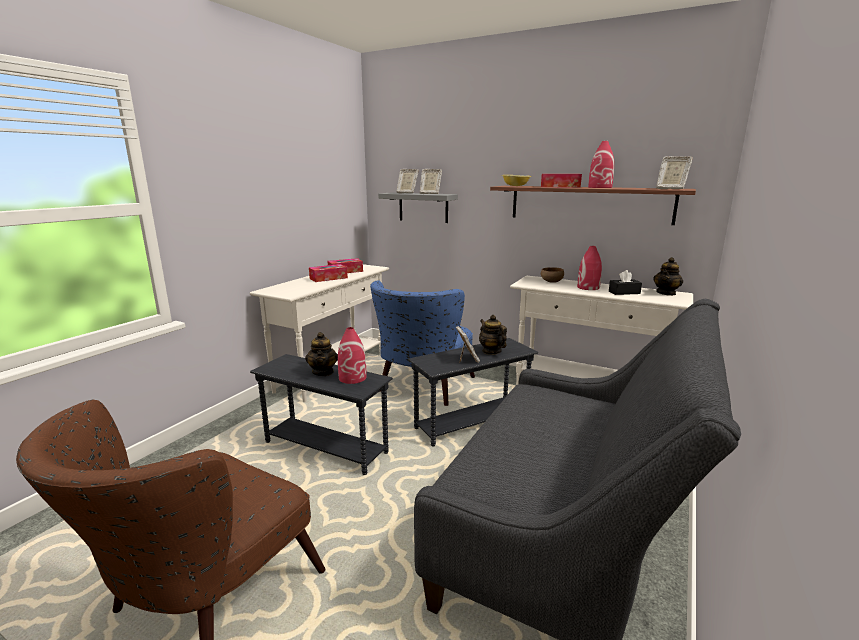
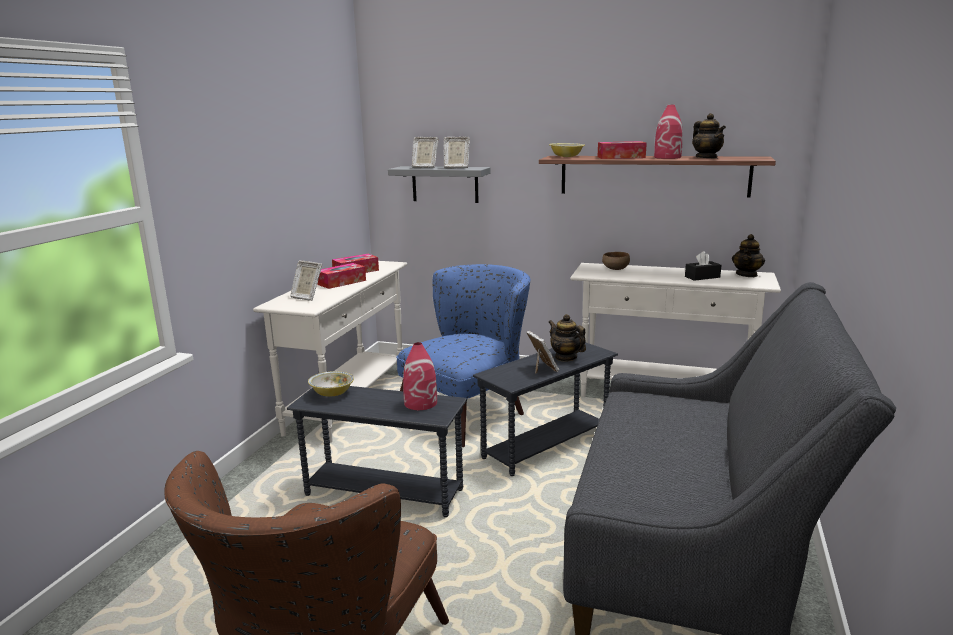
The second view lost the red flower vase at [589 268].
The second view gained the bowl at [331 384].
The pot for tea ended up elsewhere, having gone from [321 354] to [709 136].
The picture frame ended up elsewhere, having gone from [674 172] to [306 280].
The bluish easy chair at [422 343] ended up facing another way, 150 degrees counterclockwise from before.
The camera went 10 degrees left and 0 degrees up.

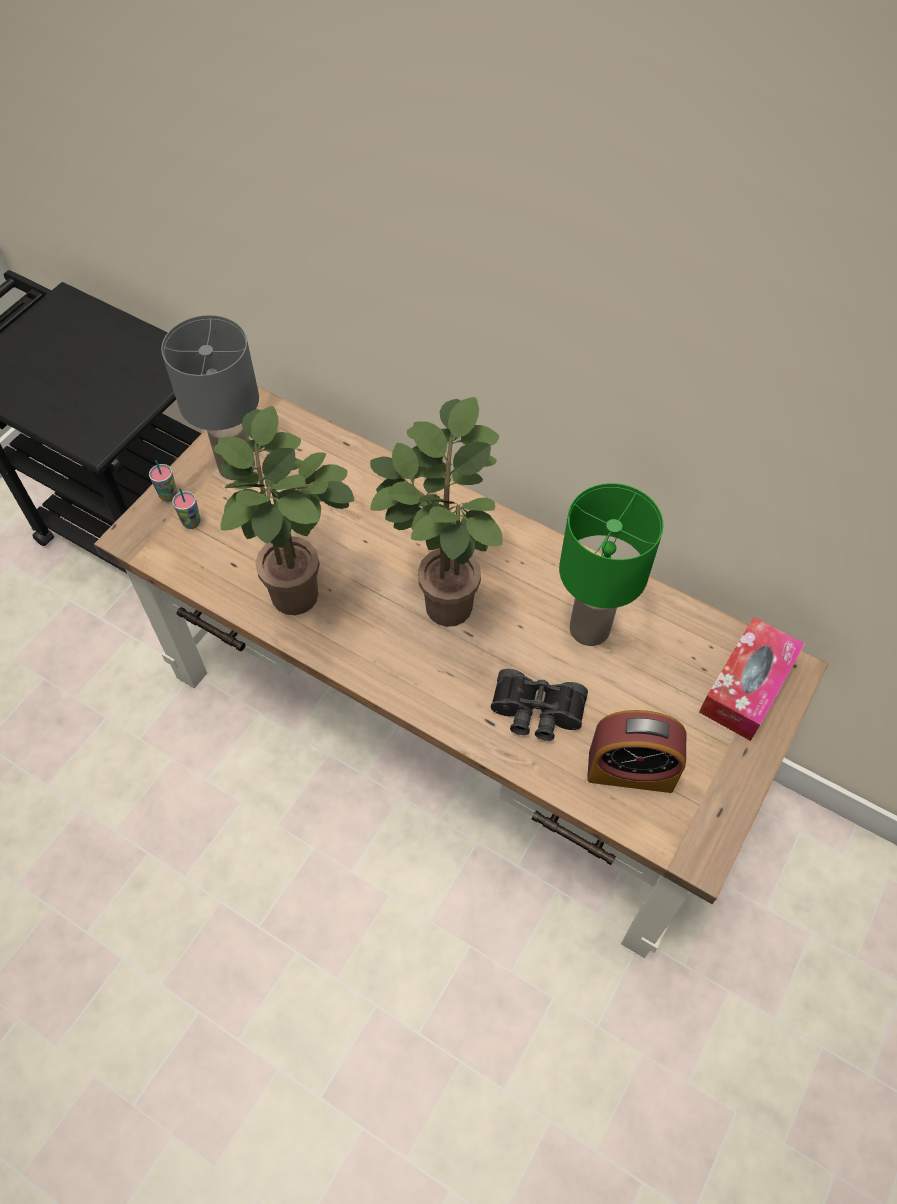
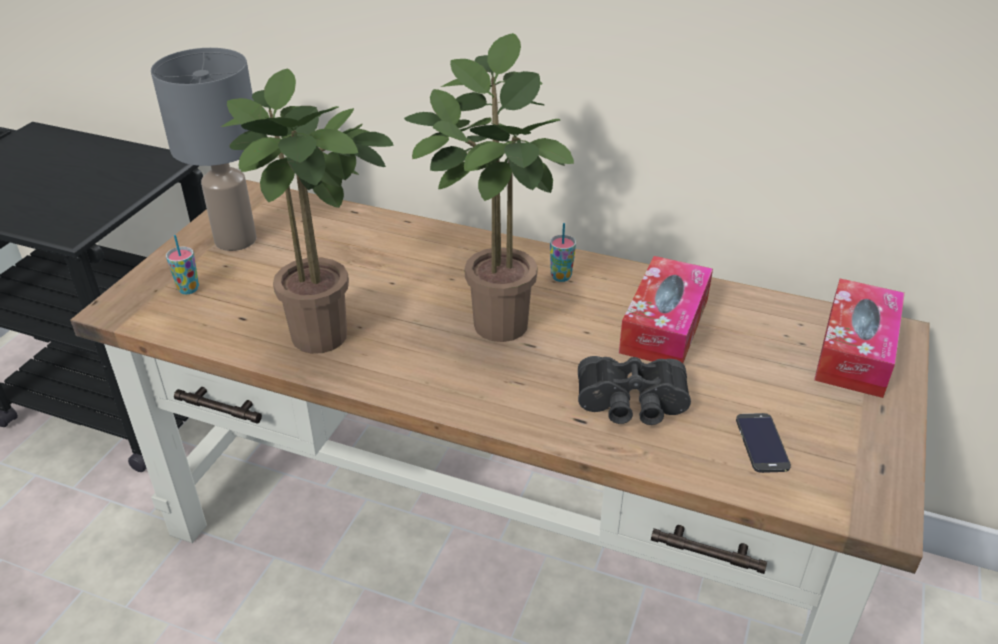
The drinking cup ended up elsewhere, having gone from [163 481] to [563 252].
Where the green lamp for a table stood at [611 564], the box of tissues came to stand at [666 309].
Where the table clock stood at [636 751], the telephone came to stand at [763 443].
The camera went 10 degrees left and 20 degrees down.

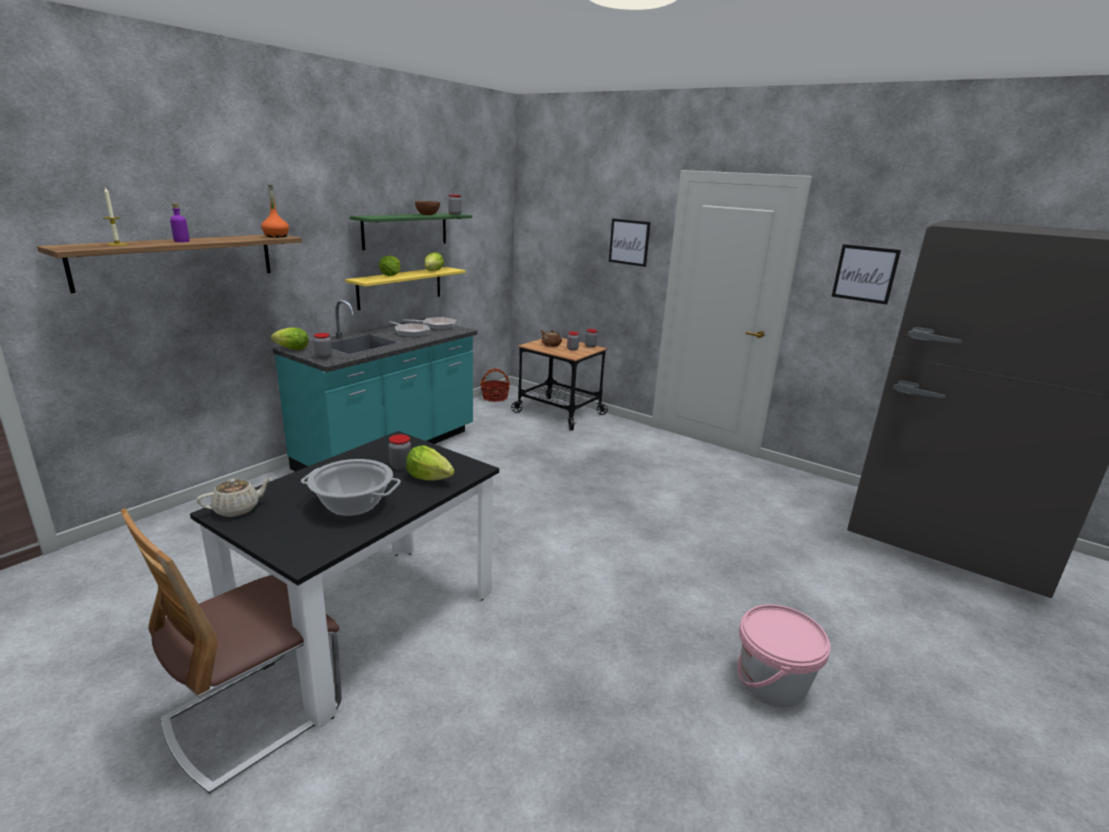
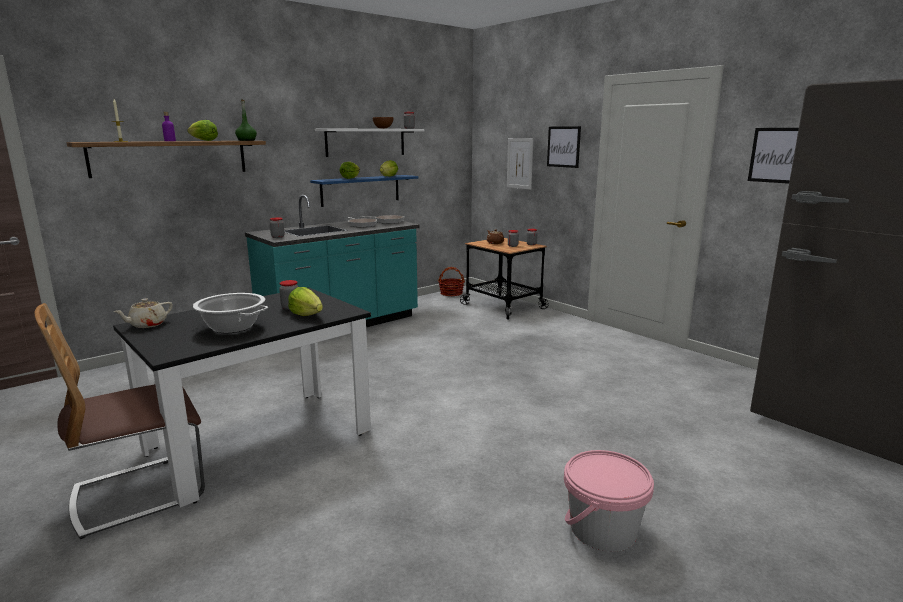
The second view gained the wall art at [520 164].
The lettuce head ended up elsewhere, having gone from [290 339] to [202 130].
What was the orange-coloured drink bottle at [275 211] turned into the green drink bottle at [246 120].
What was the yellow wall shelf at [405 288] turned into the bluish wall shelf at [364 191].
What was the green wall shelf at [411 231] turned into the white-coloured wall shelf at [369 142].
The sand-coloured pot for tea at [234 497] ended up facing another way, 150 degrees clockwise from before.
The camera went 15 degrees right and 5 degrees down.

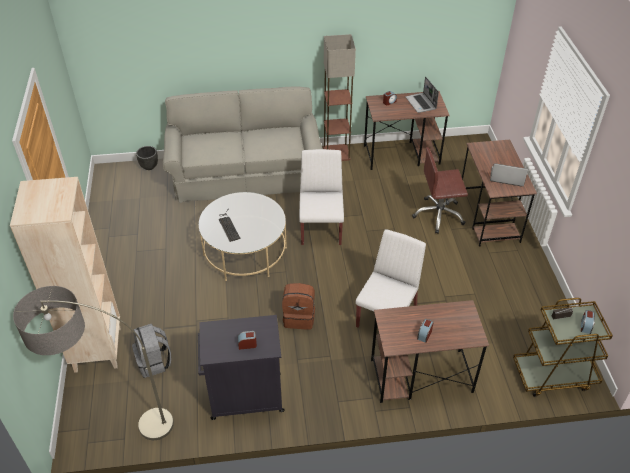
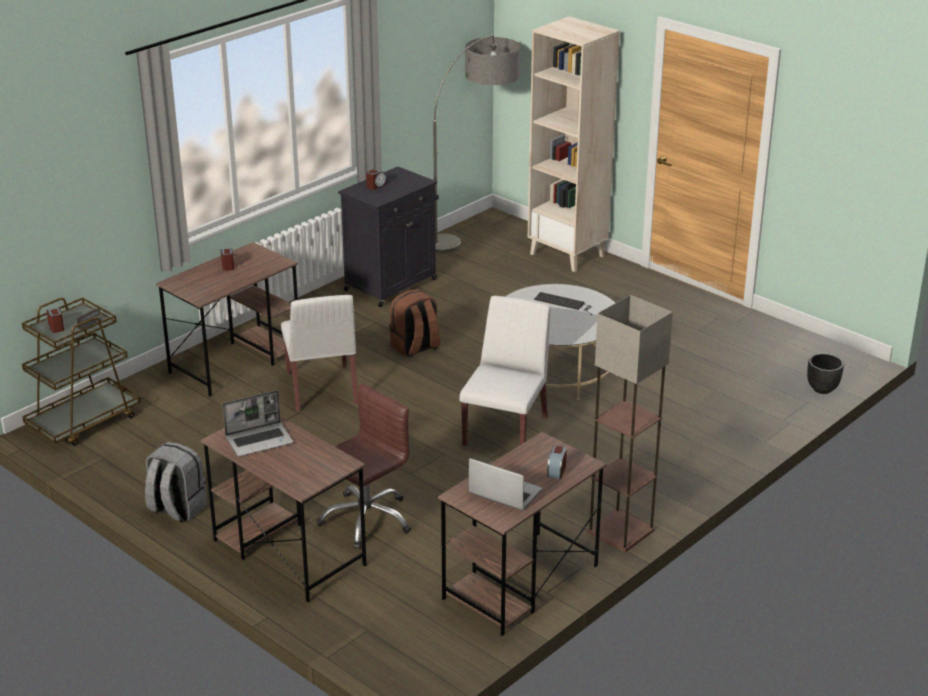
The second view lost the greyish settee at [243 145].
The greyish rucksack ended up elsewhere, having gone from [151 351] to [176 482].
The white-coloured upright chair at [321 197] ended up facing another way, 120 degrees counterclockwise from before.
The camera went 140 degrees right and 15 degrees down.

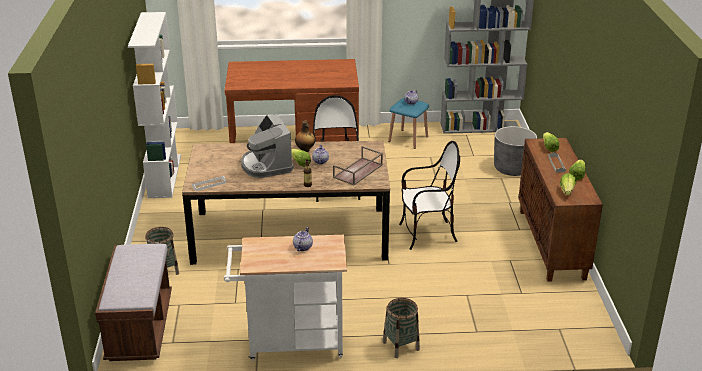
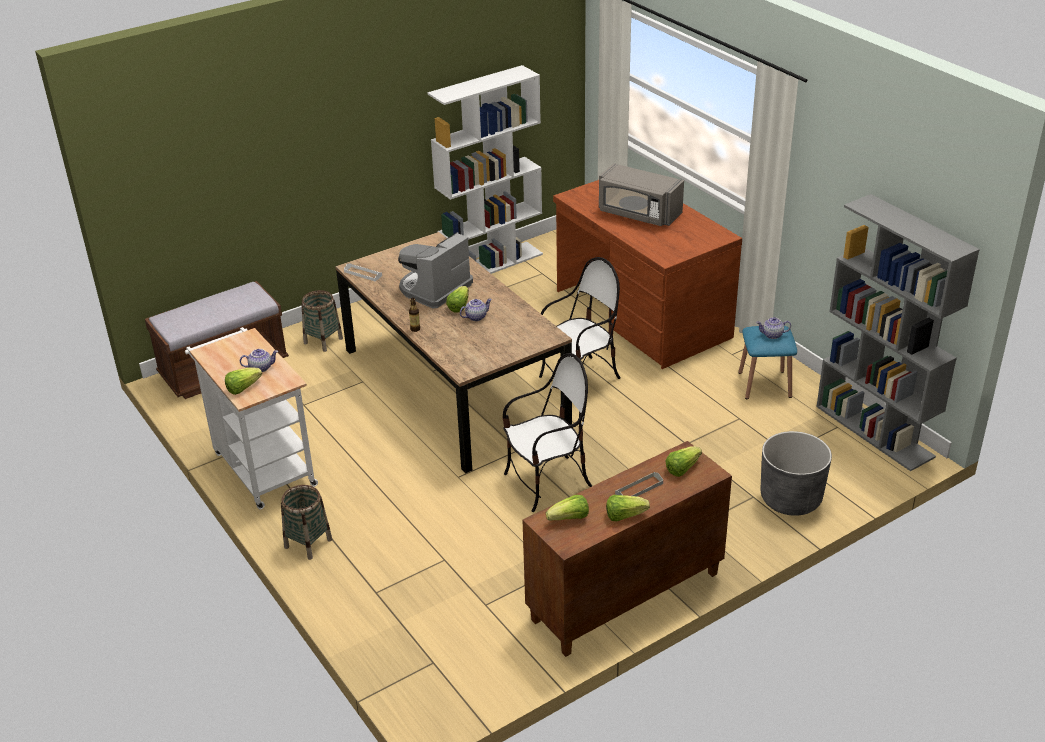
The second view lost the drink bottle at [305 136].
The second view lost the brown-coloured tray at [358 166].
The second view gained the lettuce head at [243 381].
The second view gained the greyish microwave at [641 194].
The upright chair at [429 195] ended up facing another way, 75 degrees counterclockwise from before.
The camera went 60 degrees right and 5 degrees up.

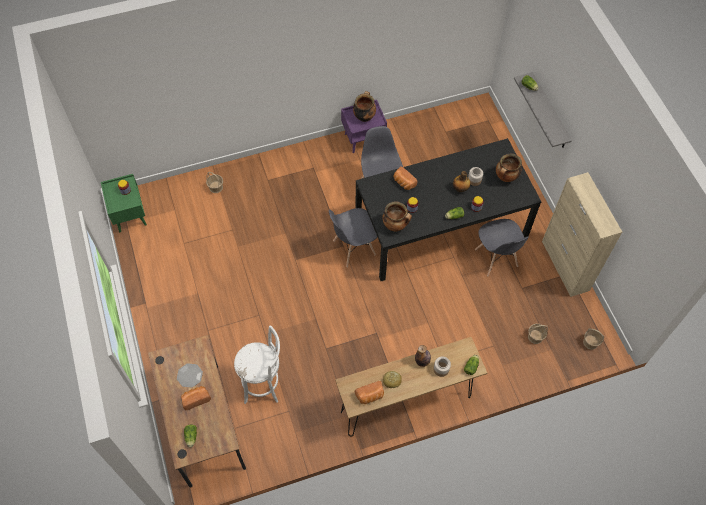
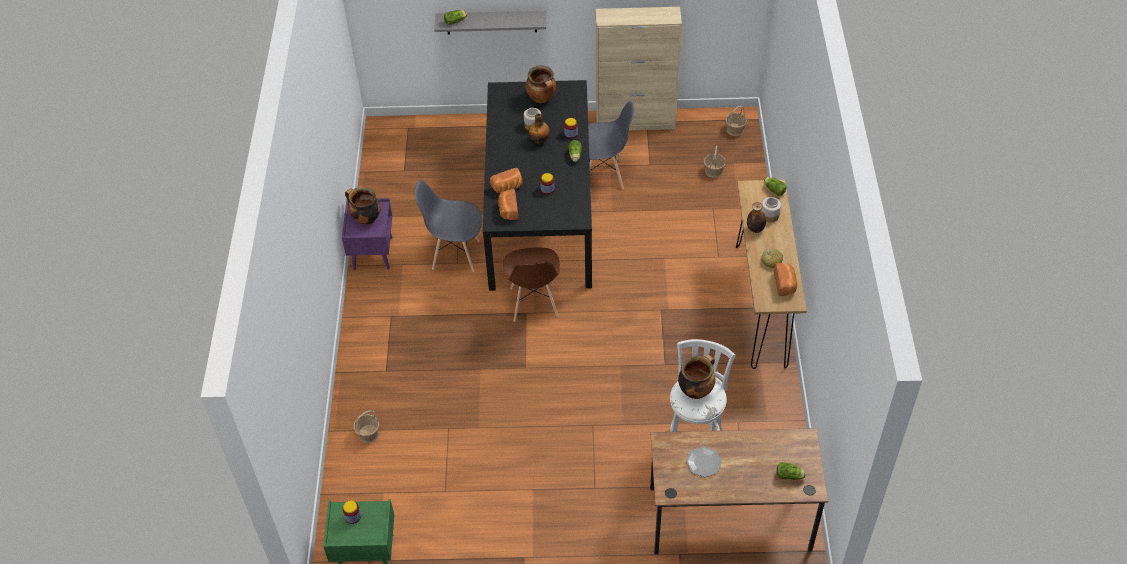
The bakery bread ended up elsewhere, having gone from [196 398] to [508 204].
The stockpot ended up elsewhere, having gone from [397 216] to [696 376].
What was the greyish upright chair at [353 237] turned into the brown-coloured upright chair at [531 284].
The camera went 70 degrees left and 10 degrees down.

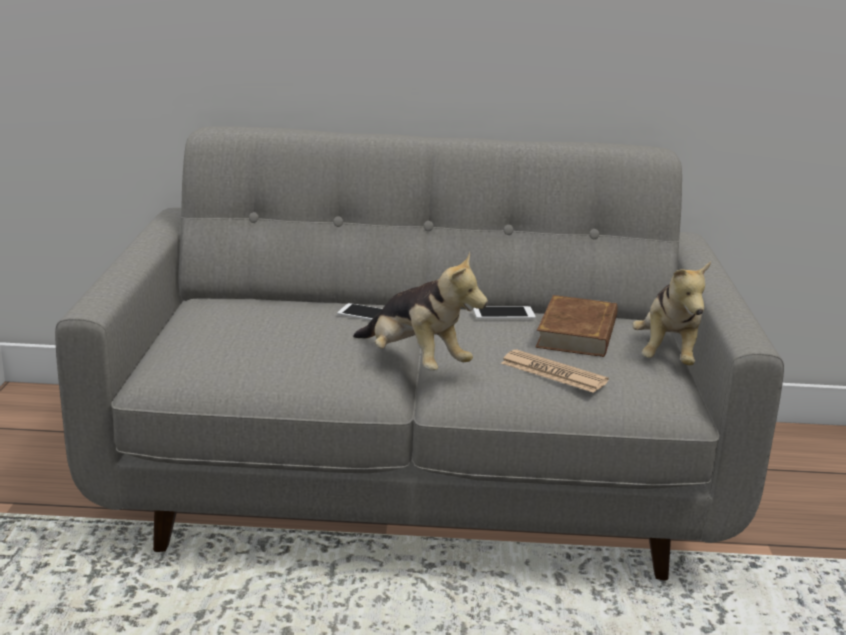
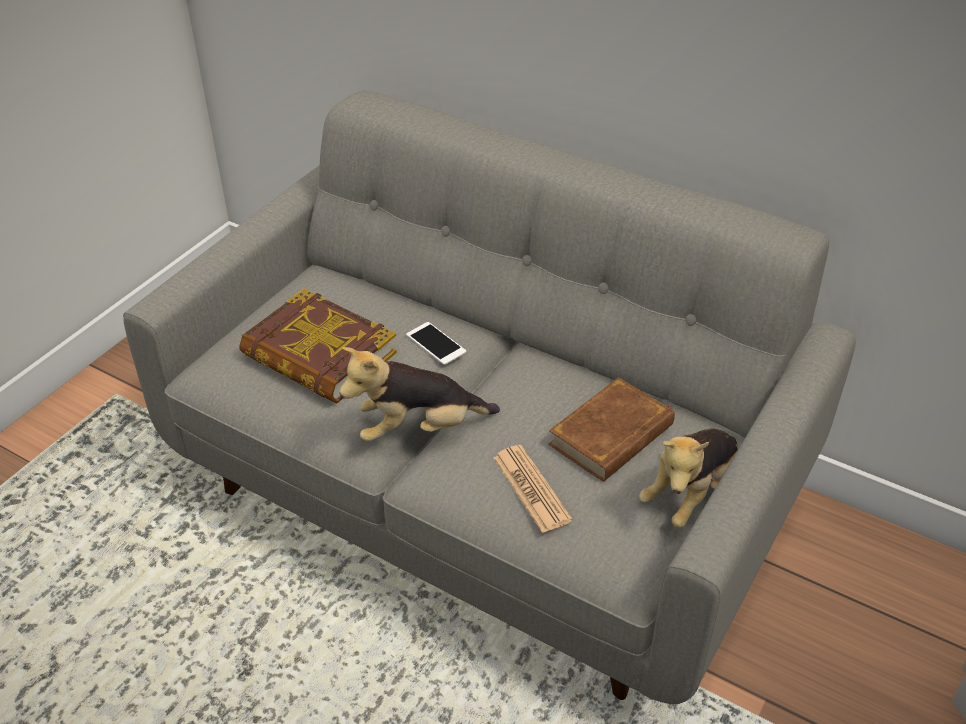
The second view lost the telephone at [504 312].
The second view gained the bound book at [318 346].
The cuddly toy at [420 311] ended up facing another way, 90 degrees clockwise from before.
The camera went 30 degrees right and 20 degrees up.

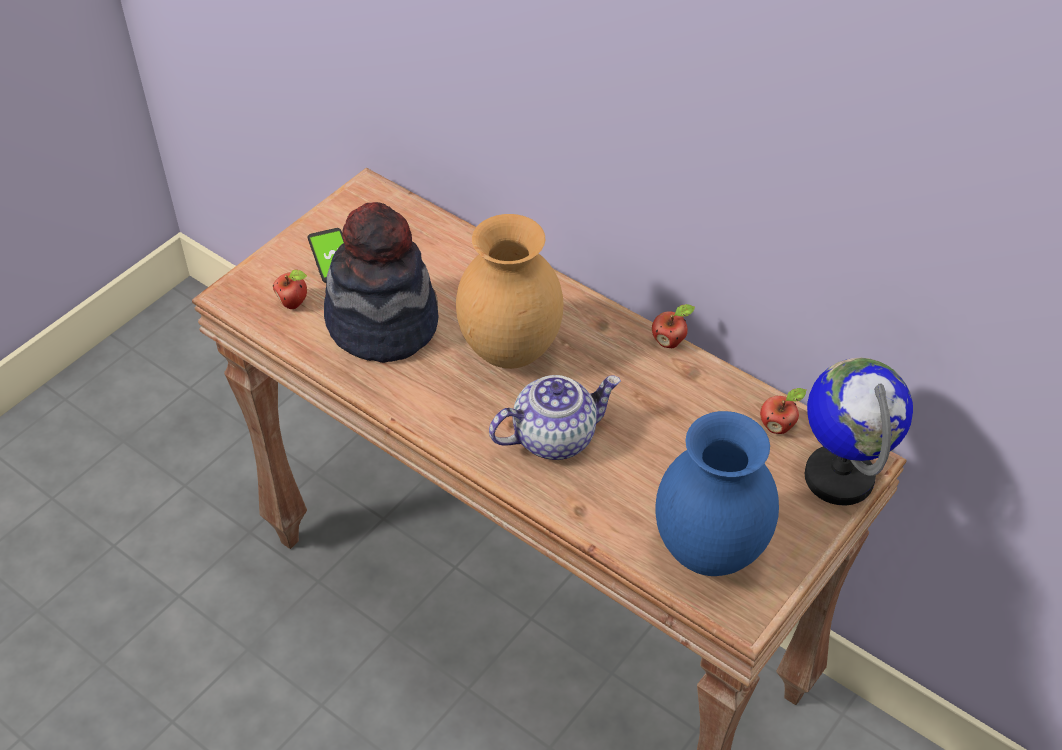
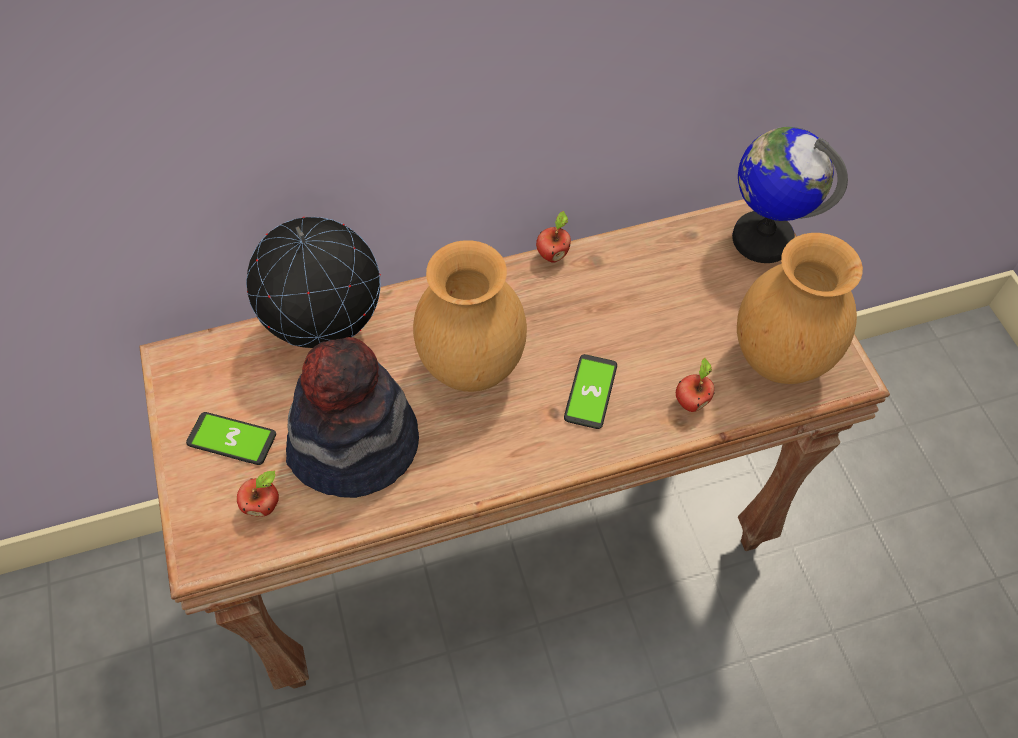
The second view gained the desk globe at [313 282].
The apple ended up elsewhere, having gone from [783 411] to [695 385].
Where the pot for tea stood at [555 417], the telephone came to stand at [590 391].
What was the bluish flower vase at [717 493] turned into the brown-coloured flower vase at [800 308].
The camera went 55 degrees left and 10 degrees up.

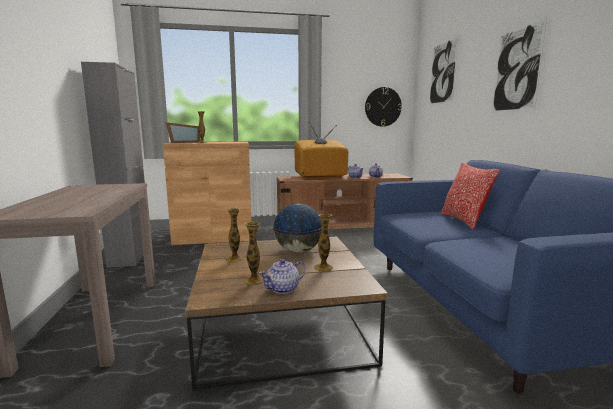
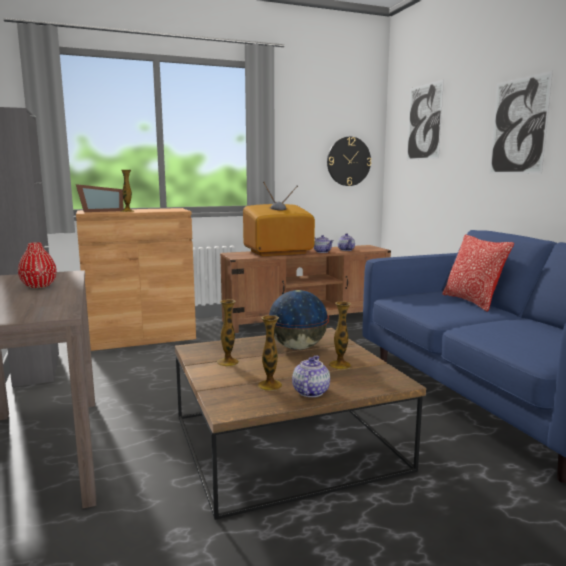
The second view gained the red flower vase at [37 265].
The pot for tea at [282 276] ended up facing another way, 150 degrees clockwise from before.
The camera went 10 degrees left and 0 degrees up.

